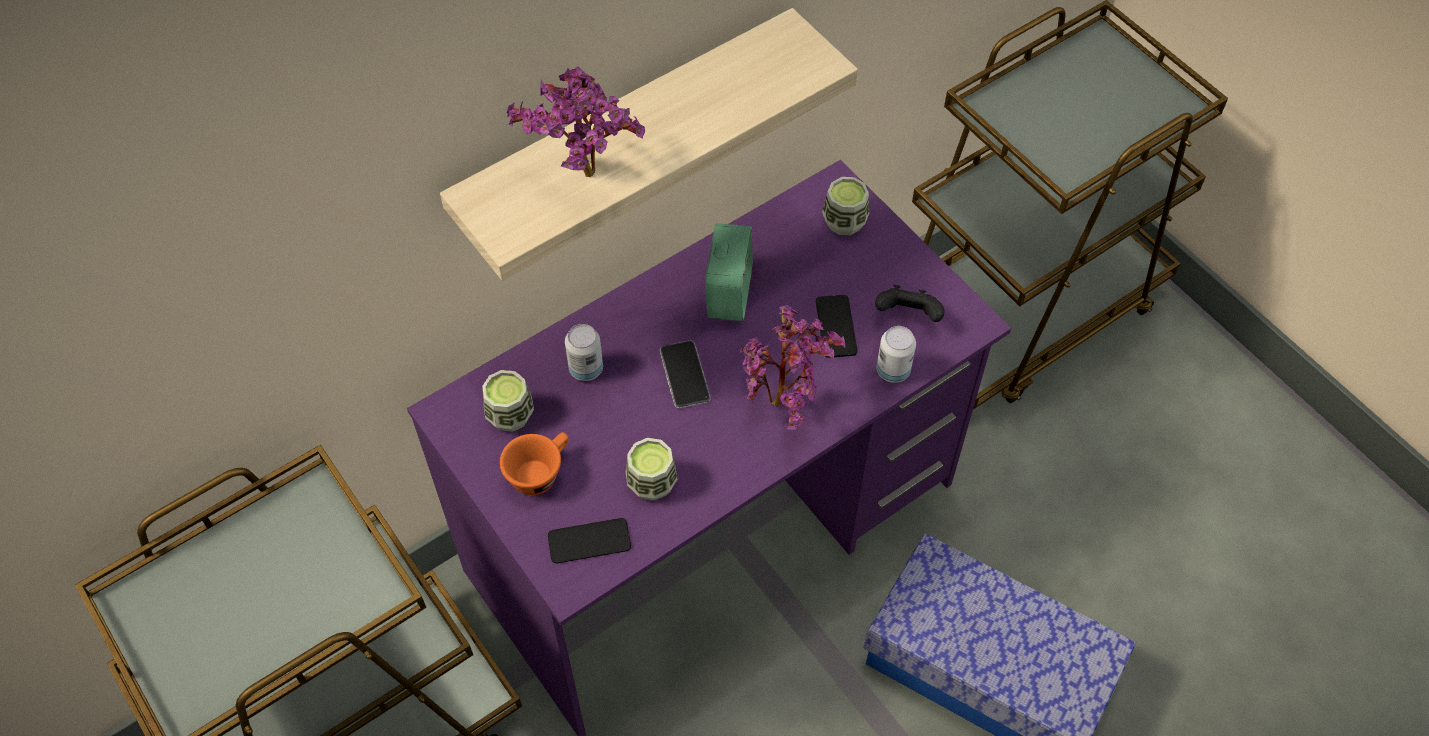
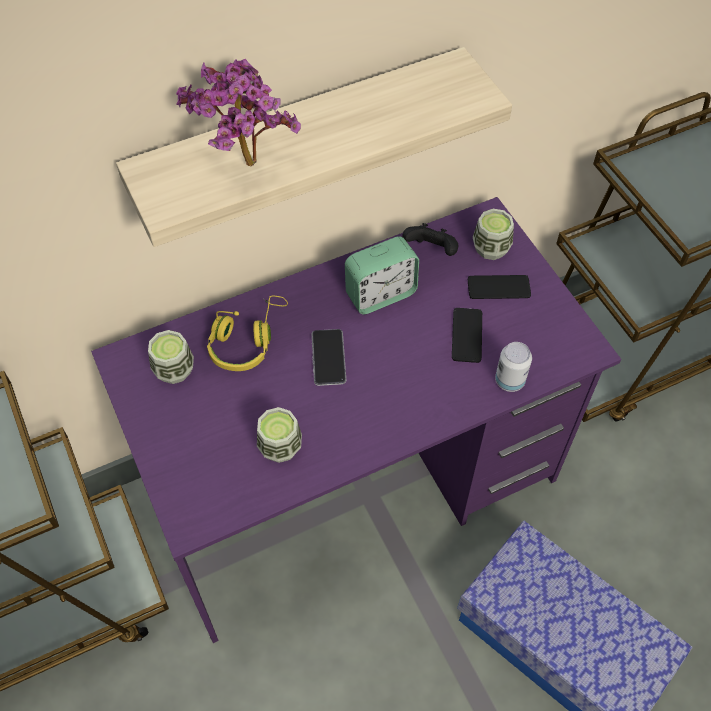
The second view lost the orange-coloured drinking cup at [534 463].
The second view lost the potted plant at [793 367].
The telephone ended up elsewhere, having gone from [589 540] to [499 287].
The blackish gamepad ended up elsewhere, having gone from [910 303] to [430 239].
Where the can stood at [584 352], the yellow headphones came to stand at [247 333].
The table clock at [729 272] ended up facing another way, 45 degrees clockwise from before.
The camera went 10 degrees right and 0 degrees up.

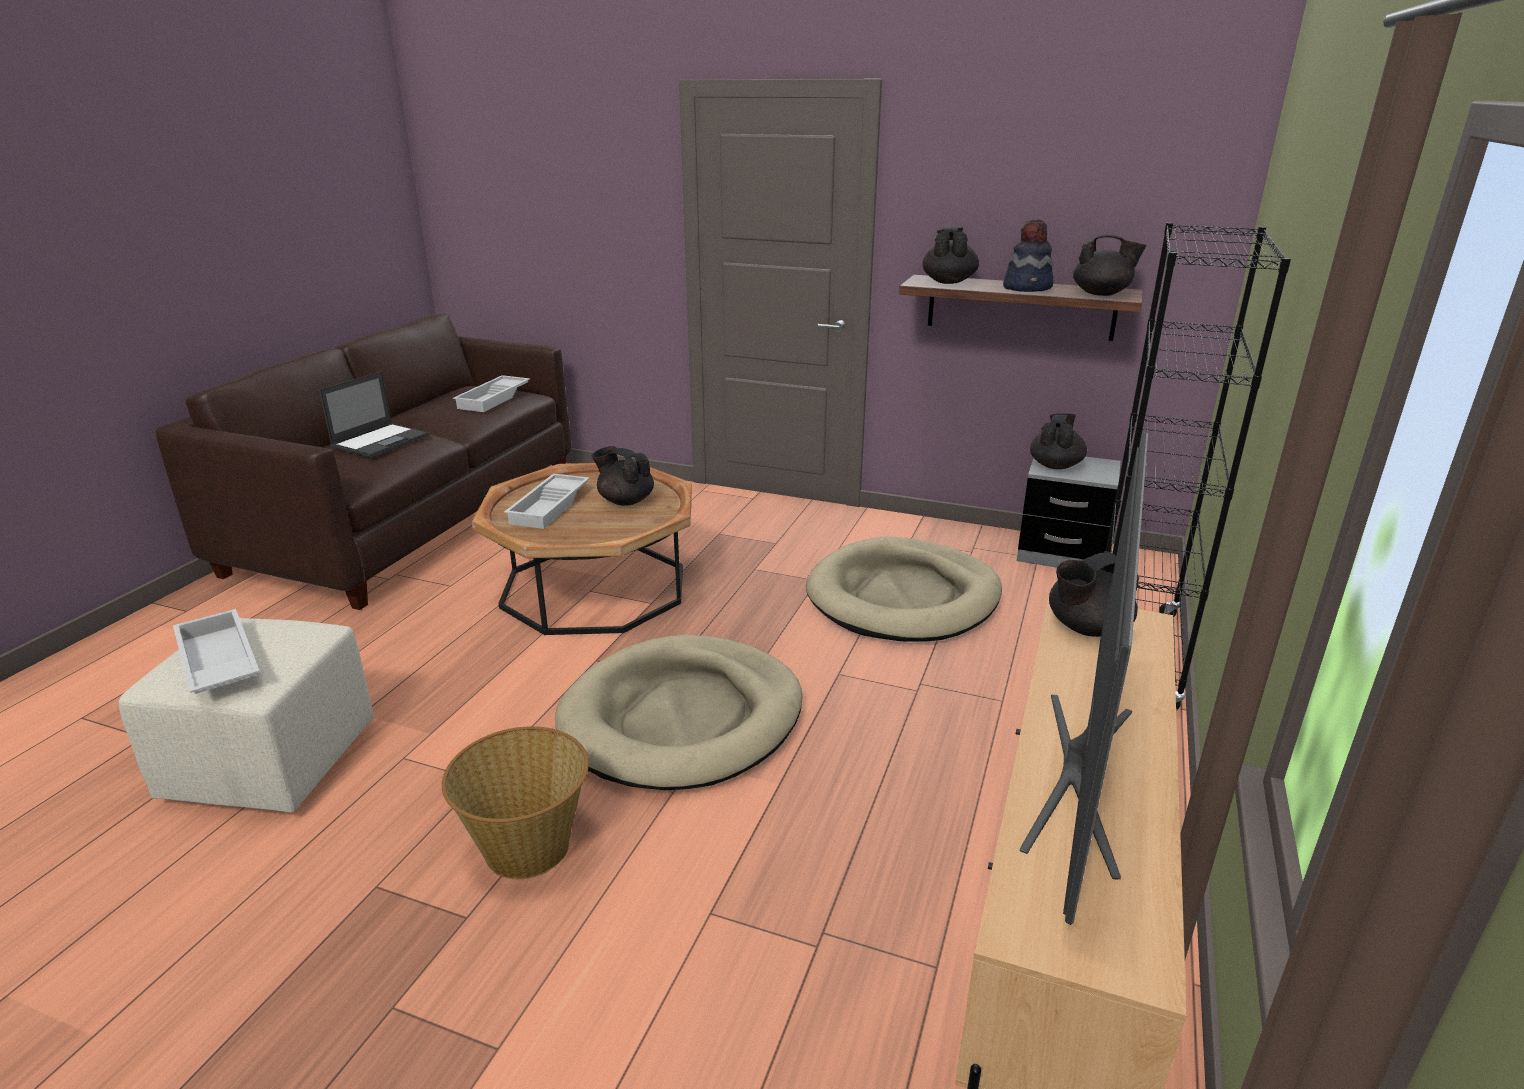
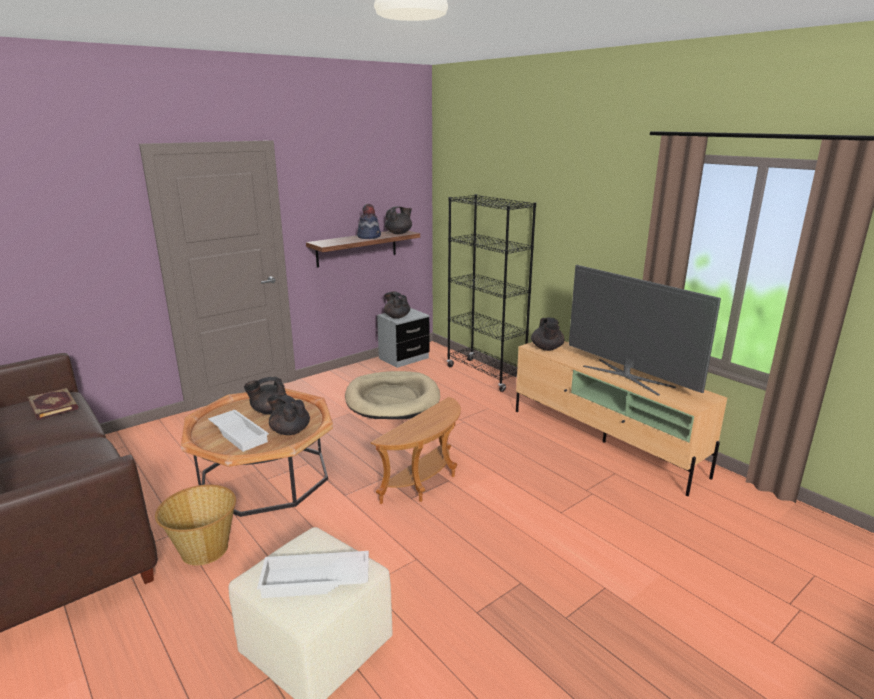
The second view lost the laptop at [374 414].
The basket ended up elsewhere, having gone from [515 802] to [195 525].
The blackish pot for tea ended up elsewhere, having gone from [950 255] to [288 413].
Where the white-coloured tray stood at [491 393], the bound book came to stand at [53 404].
Where the sand-coloured dog bed stood at [678 712], the brown-coloured side table came to stand at [415 450].
The camera went 60 degrees left and 5 degrees down.

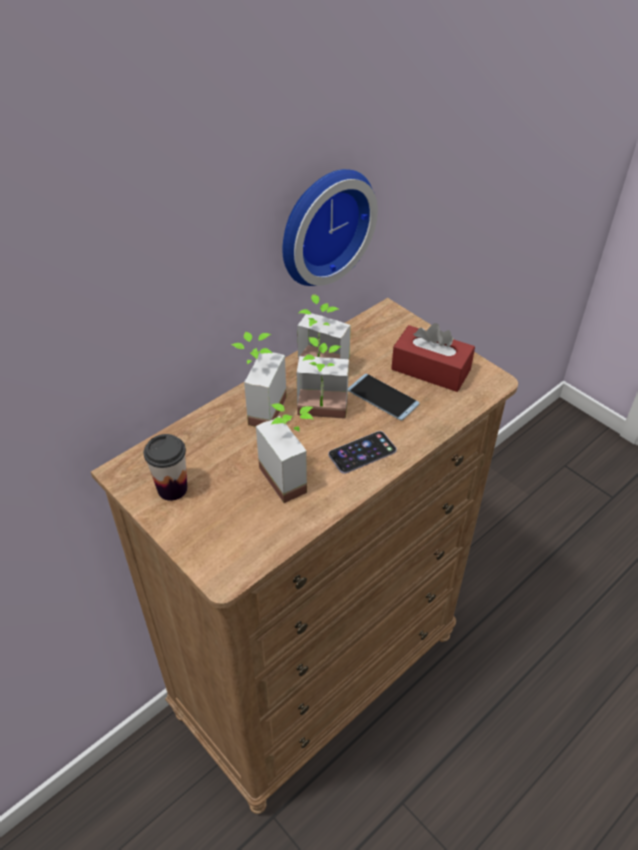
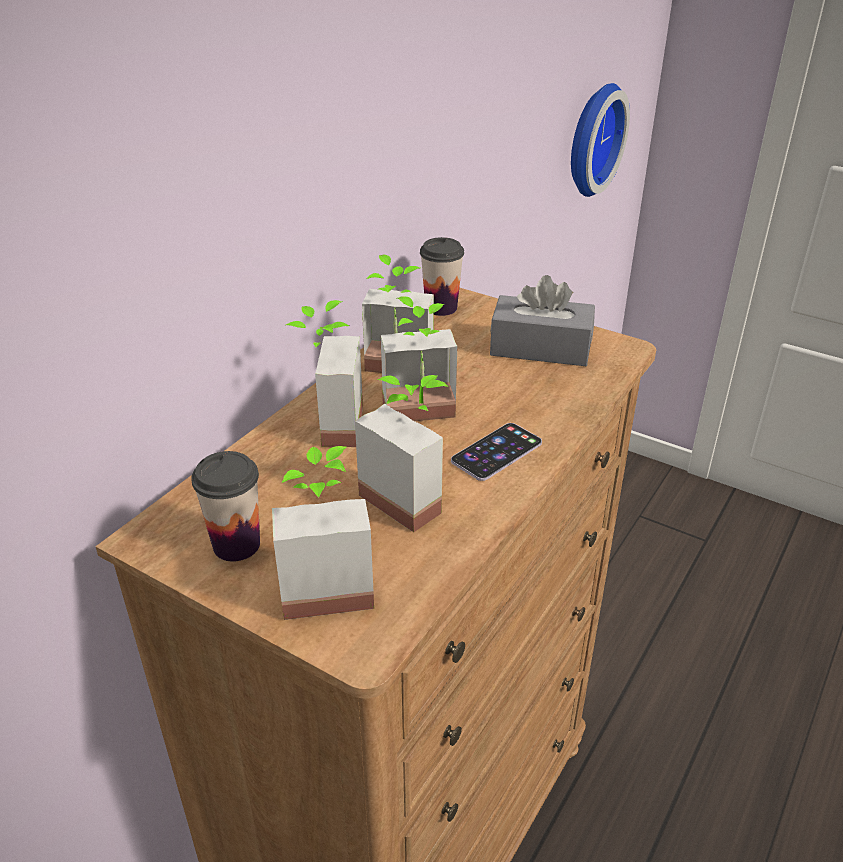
The second view lost the telephone at [383 397].
The second view gained the potted plant at [323 533].
The second view gained the drinking cup at [442 276].
The clock on the wall ended up elsewhere, having gone from [330 227] to [600 140].
What was the red box of tissues at [433 357] turned into the greyish box of tissues at [542 320].
The camera went 15 degrees left and 10 degrees down.

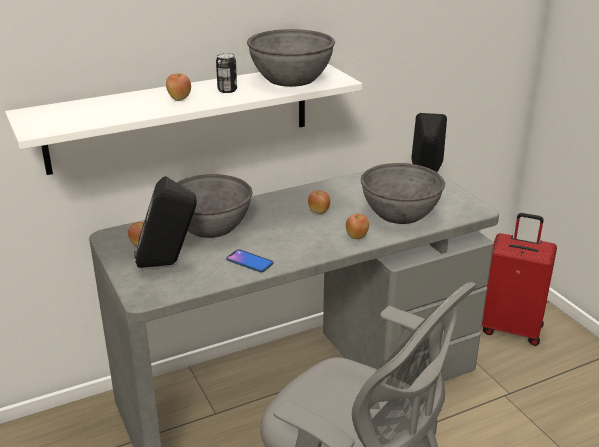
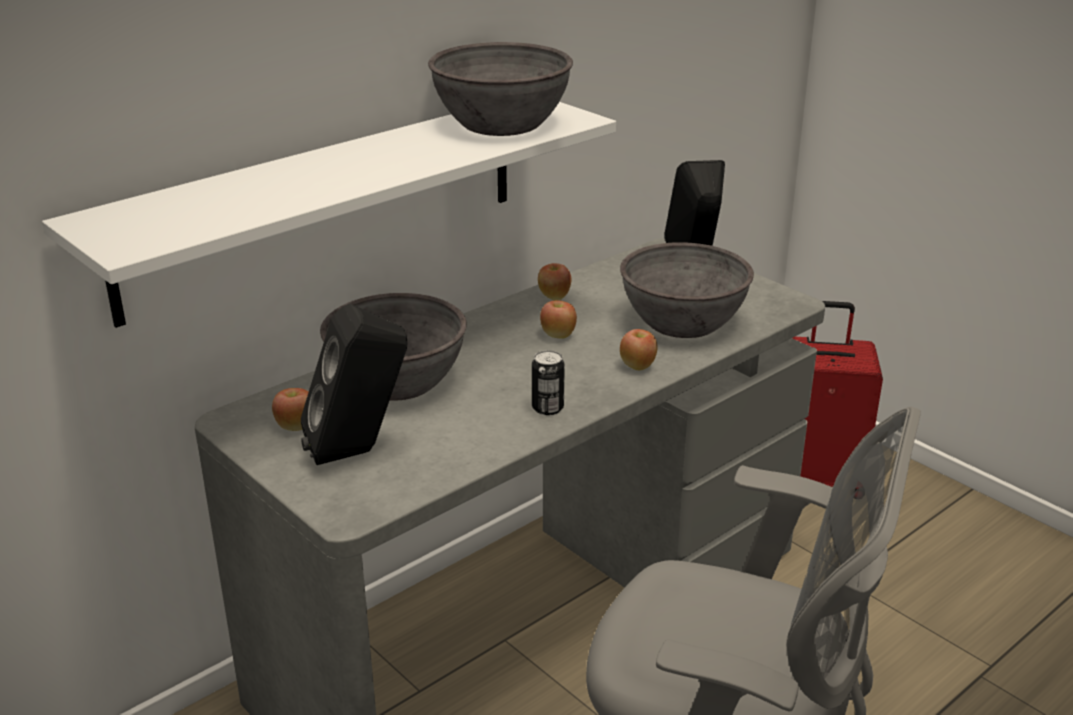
The second view lost the telephone at [250 260].
The apple ended up elsewhere, having gone from [178 87] to [554 281].
The can ended up elsewhere, having gone from [226 73] to [548 382].
The camera went 15 degrees left and 0 degrees up.

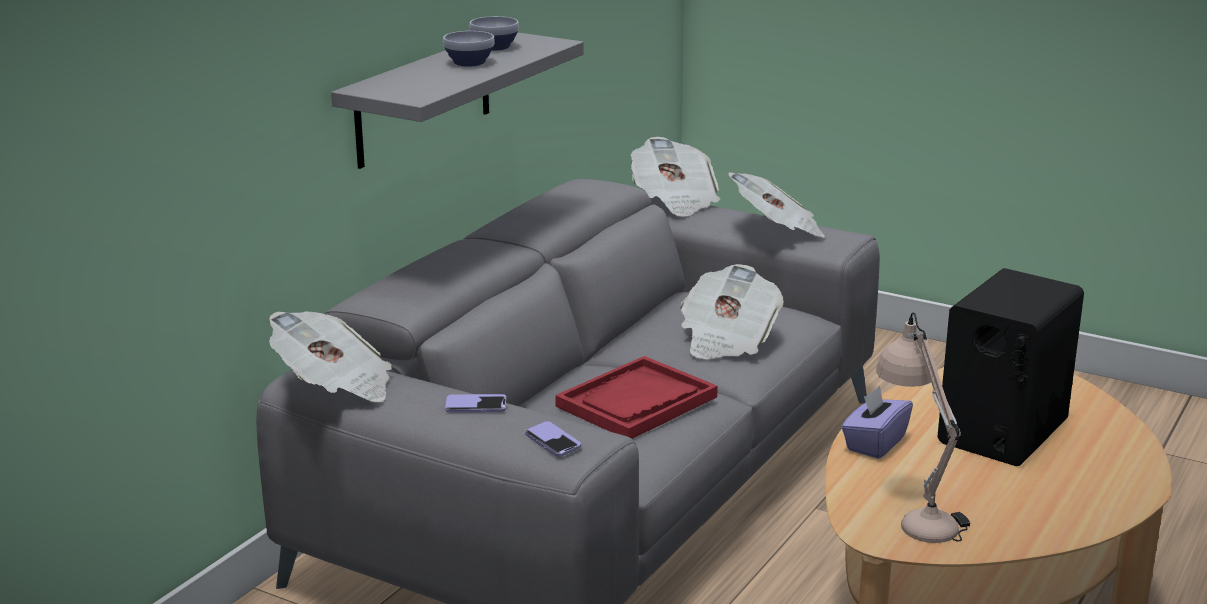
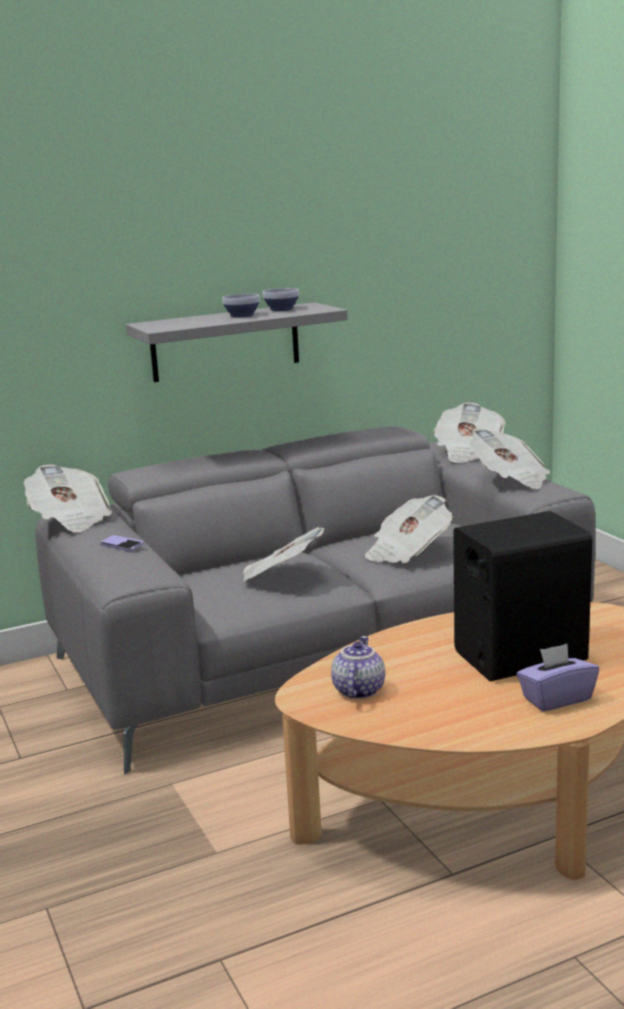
The second view lost the telephone at [553 439].
The purple box of tissues ended up elsewhere, having gone from [877 422] to [558 677].
Where the red tray stood at [636 397], the daily paper came to stand at [283 554].
Where the sand-coloured lamp for a table stood at [923 427], the pot for tea came to stand at [358 667].
The camera went 35 degrees right and 5 degrees down.

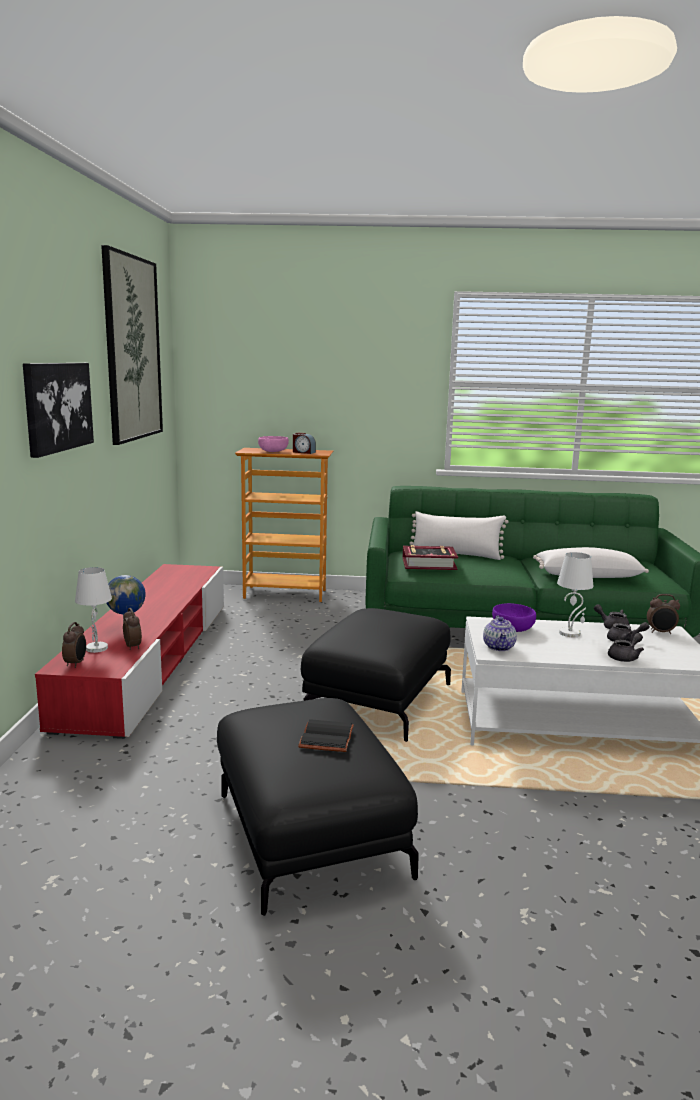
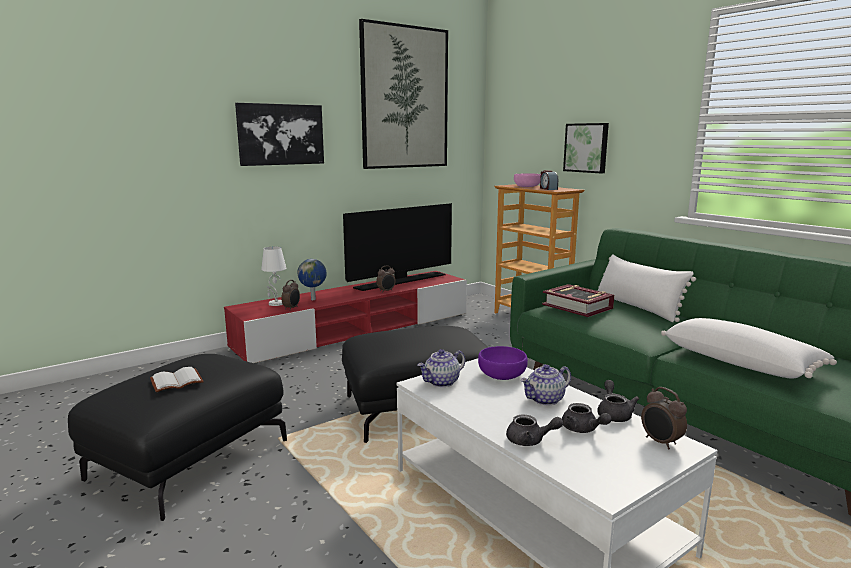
The second view gained the television at [397 247].
The second view gained the wall art at [586 148].
The table clock ended up elsewhere, having gone from [74 645] to [386 279].
Where the white-coloured lamp for a table stood at [575 594], the pot for tea came to stand at [545 384].
What was the blackish bound book at [326 735] turned into the white-coloured bound book at [177 379].
The camera went 50 degrees right and 0 degrees up.

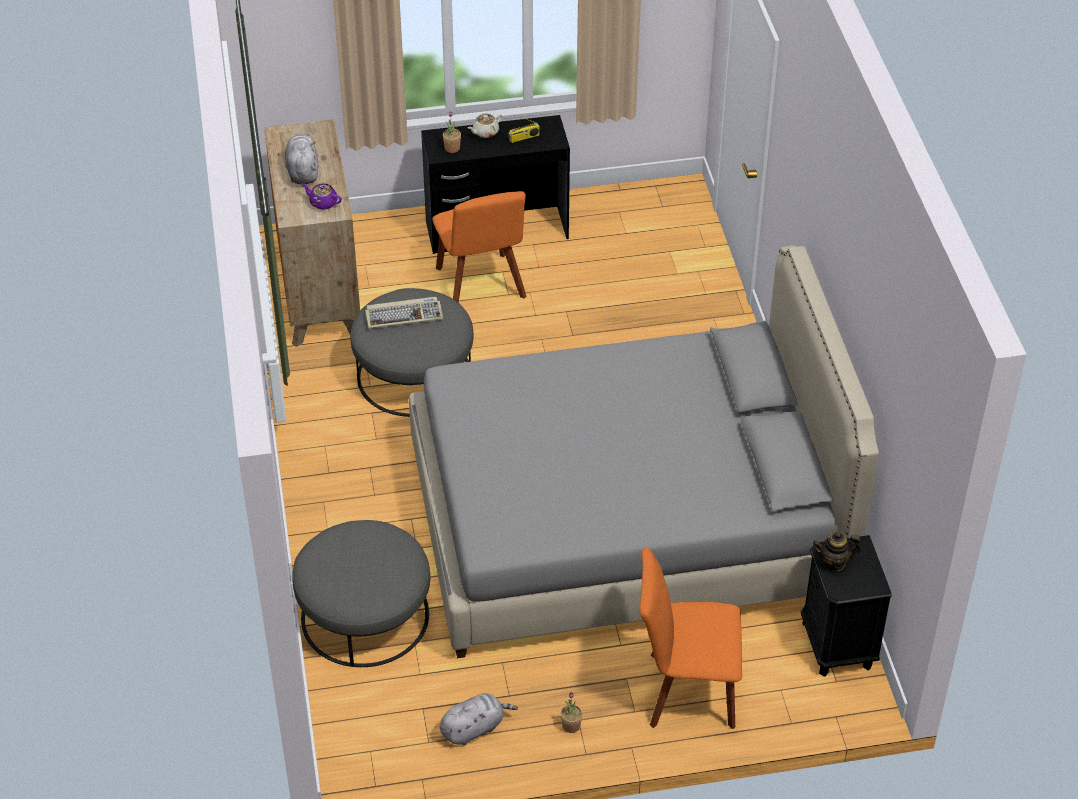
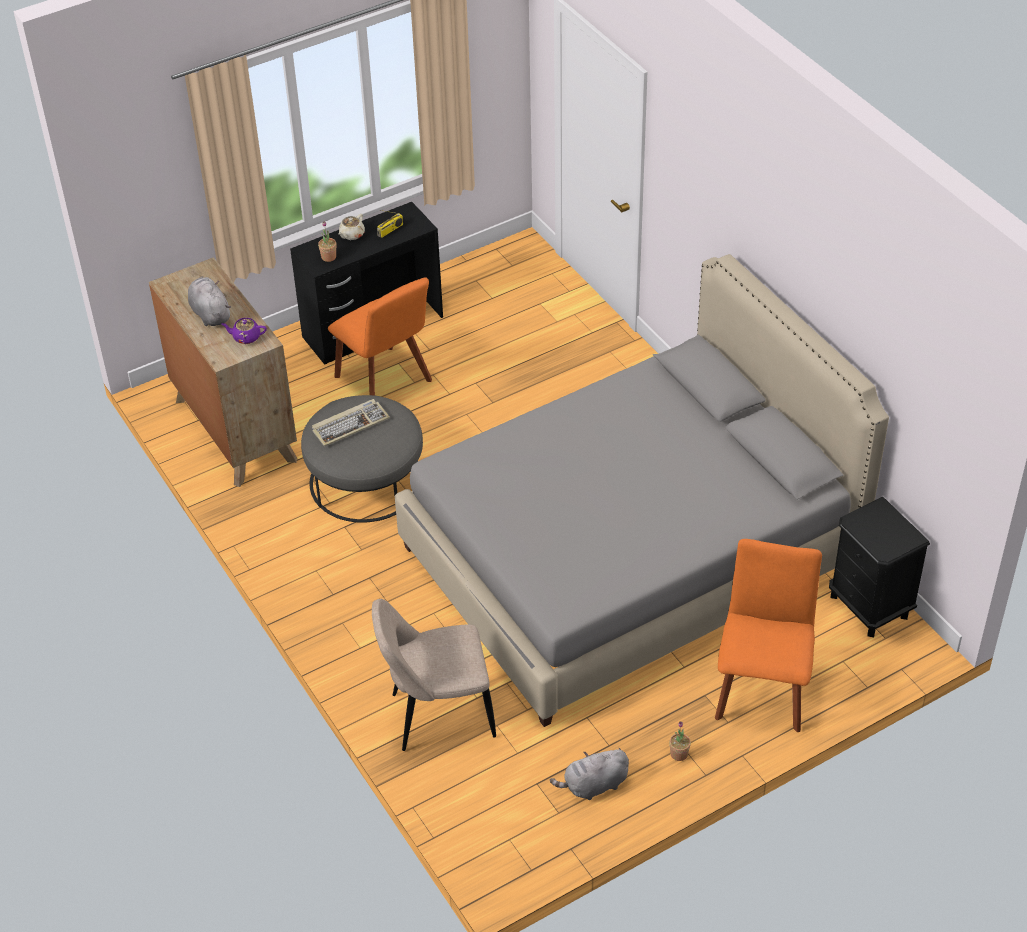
The second view lost the pot for tea at [837 551].
Where the greyish ottoman stood at [361 593], the sand-coloured upright chair came to stand at [434 675].
The greyish cuddly toy at [479 719] ended up facing another way, 150 degrees counterclockwise from before.
The orange-coloured upright chair at [691 638] ended up facing another way, 120 degrees clockwise from before.
The camera went 20 degrees left and 0 degrees up.

